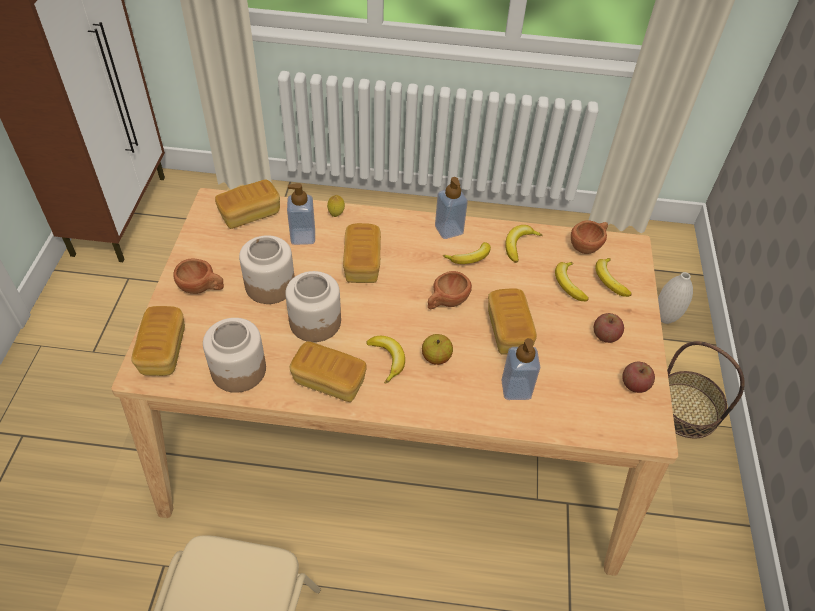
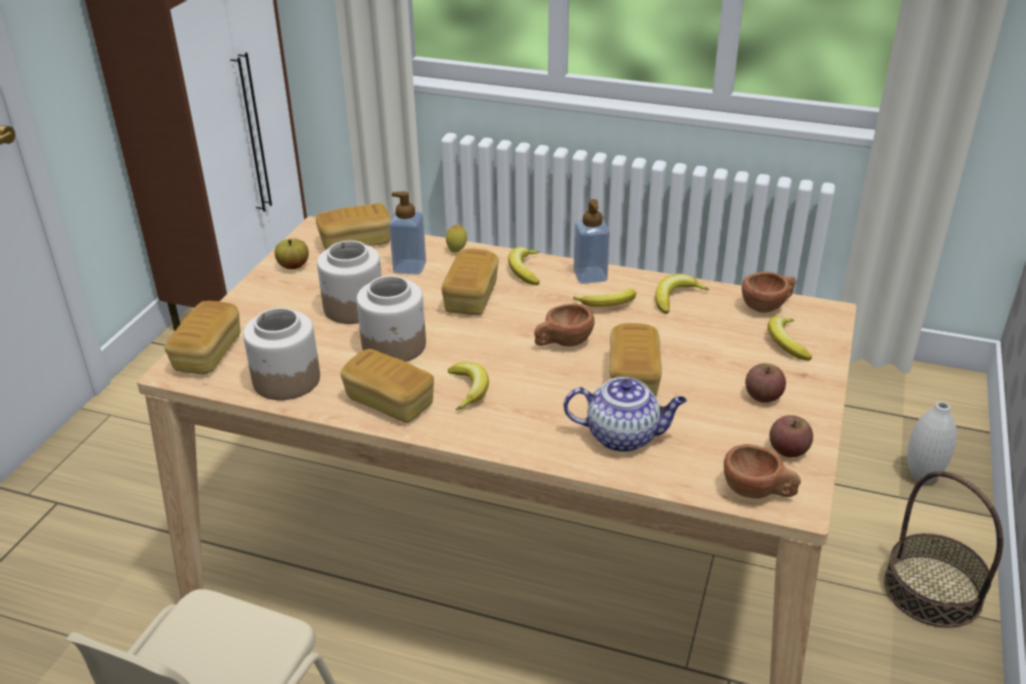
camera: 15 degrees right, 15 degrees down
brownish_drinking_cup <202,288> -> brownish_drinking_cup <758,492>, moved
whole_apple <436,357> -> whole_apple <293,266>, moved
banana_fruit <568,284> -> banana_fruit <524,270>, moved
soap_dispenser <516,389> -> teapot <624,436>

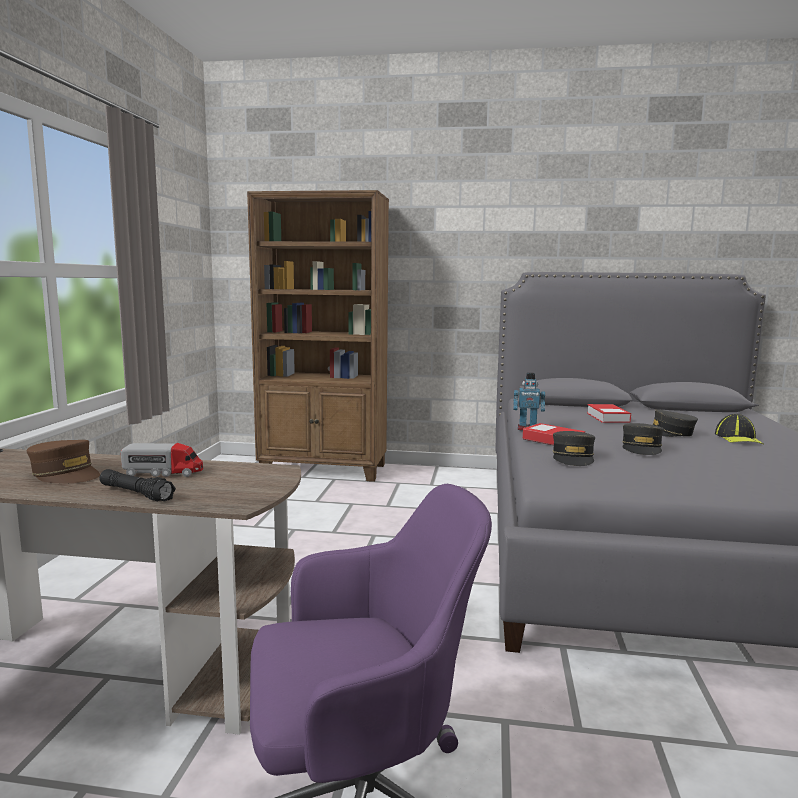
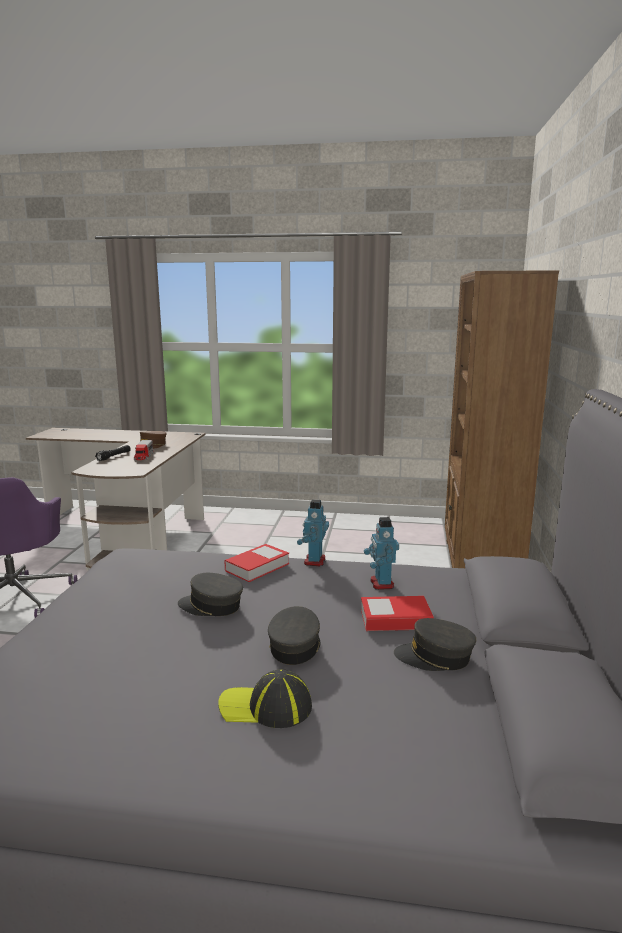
camera: 90 degrees right, 5 degrees up
none -> robot_figure <381,584>
gray_cap <573,458> -> gray_cap <435,657>, moved

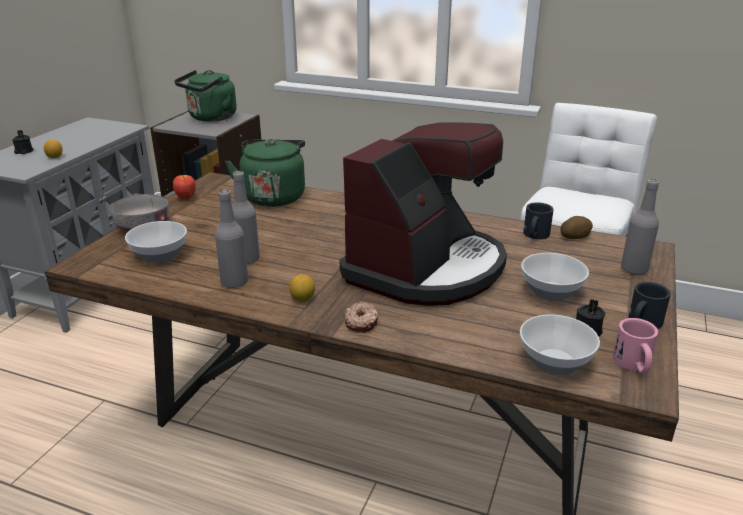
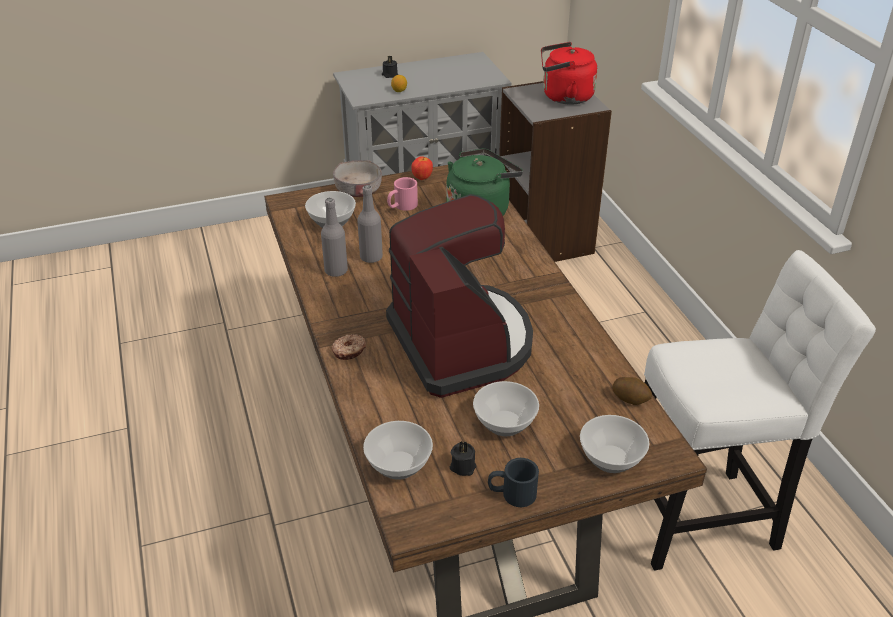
camera: 50 degrees right, 10 degrees up
whole_lemon <302,299> -> none
black-coloured_mug <535,236> -> none
pink_mug <634,365> -> pink_mug <402,206>, moved
gray_beverage_bottle <634,269> -> bowl <610,458>
green_tea_kettle <210,118> -> red-coloured_tea_kettle <564,97>
coffee_brewer <426,268> -> coffee_brewer <461,343>, 105 degrees counterclockwise

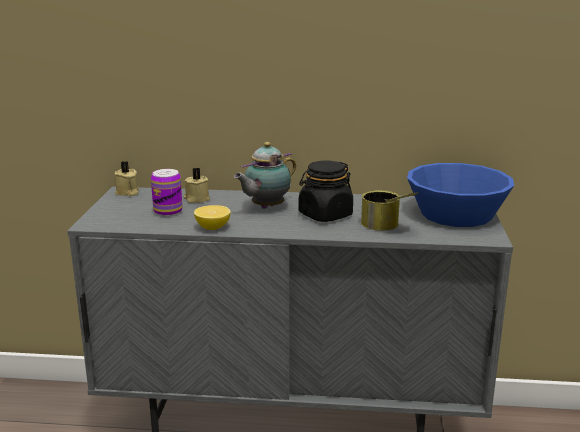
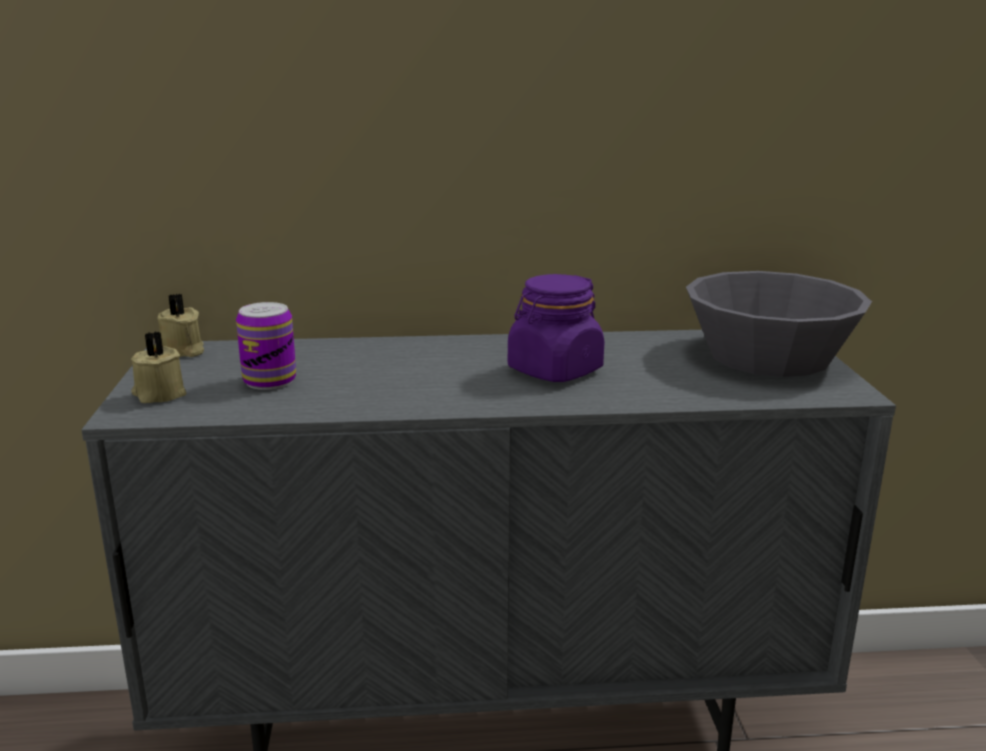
camera: 10 degrees left, 0 degrees up
whole_lemon <213,227> -> none
teapot <265,207> -> none
can <387,227> -> none
beige-coloured_candle <196,199> -> beige-coloured_candle <159,394>, moved
black-coloured_storage_jar <325,215> -> purple_storage_jar <554,370>
bluish_bowl <457,214> -> gray_bowl <770,355>

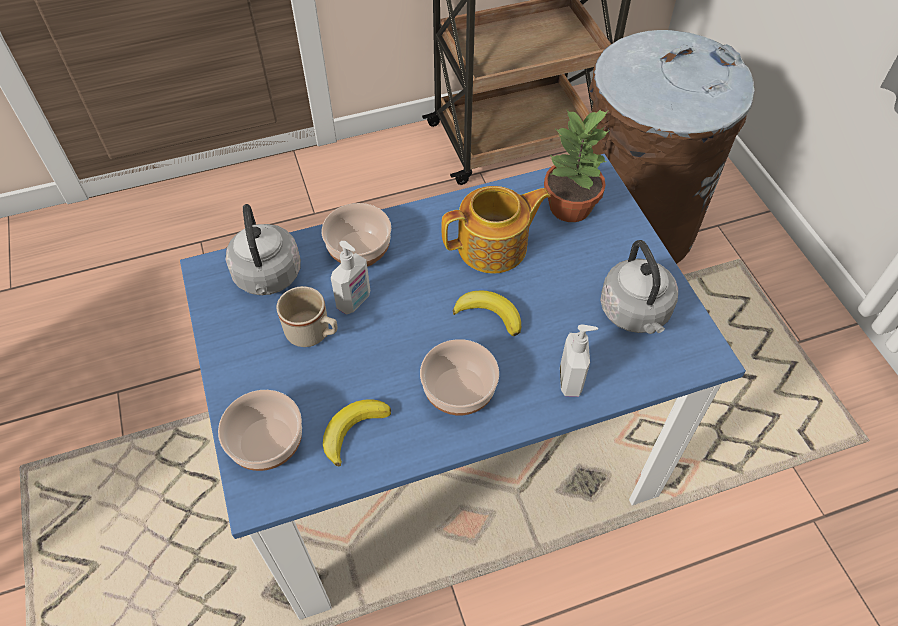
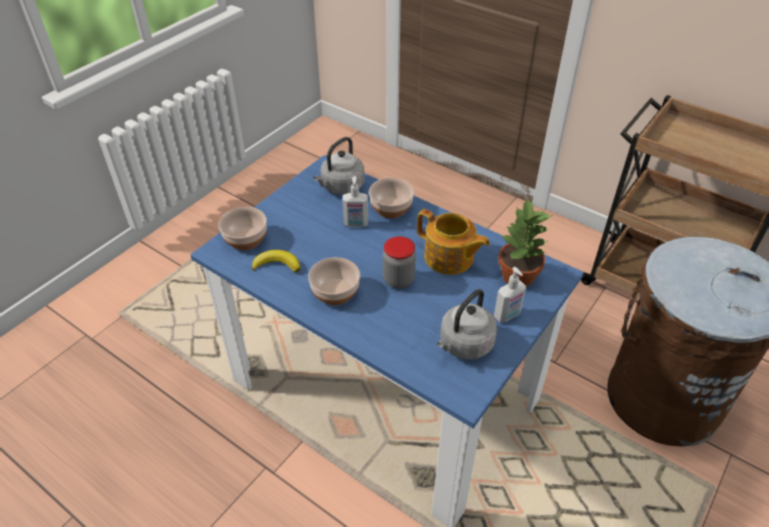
camera: 55 degrees right, 10 degrees down
beige-coloured_mug <313,334> -> none
soap_dispenser <571,380> -> soap_dispenser <507,315>, moved
banana_fruit <489,314> -> storage_jar <398,279>

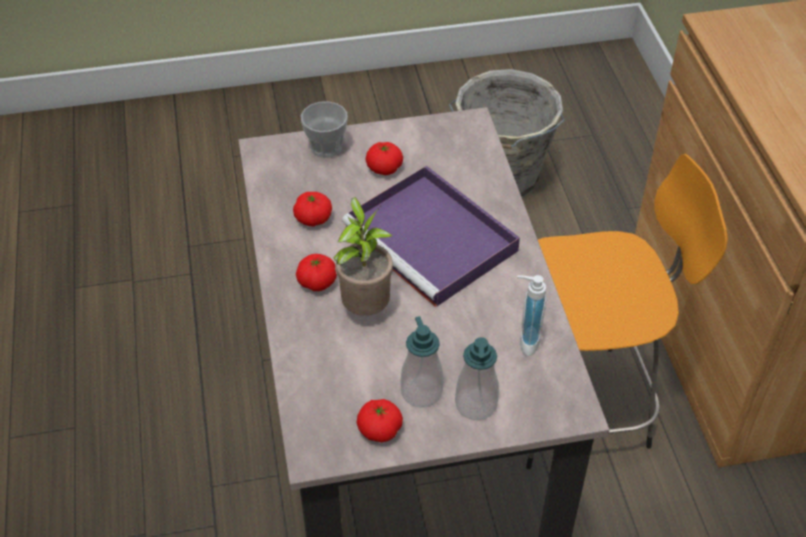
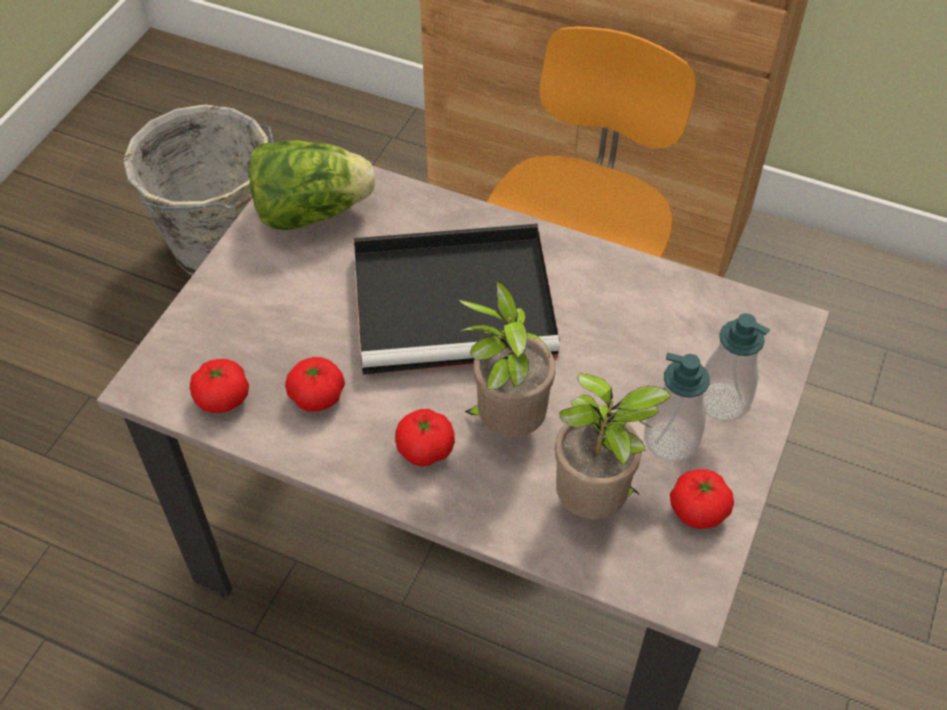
camera: 55 degrees left, 5 degrees up
drinking_cup <326,147> -> none
soap_dispenser <525,340> -> none
none -> lettuce_head <311,211>
none -> potted_plant <595,503>
fresh_tomato <384,168> -> fresh_tomato <223,398>, moved
purple_serving_tray <433,241> -> black-coloured_serving_tray <458,303>

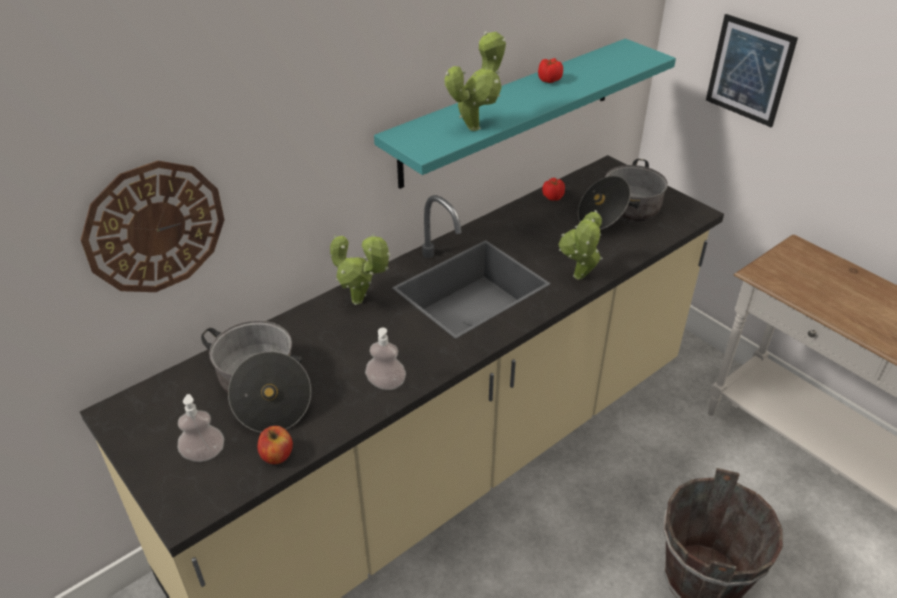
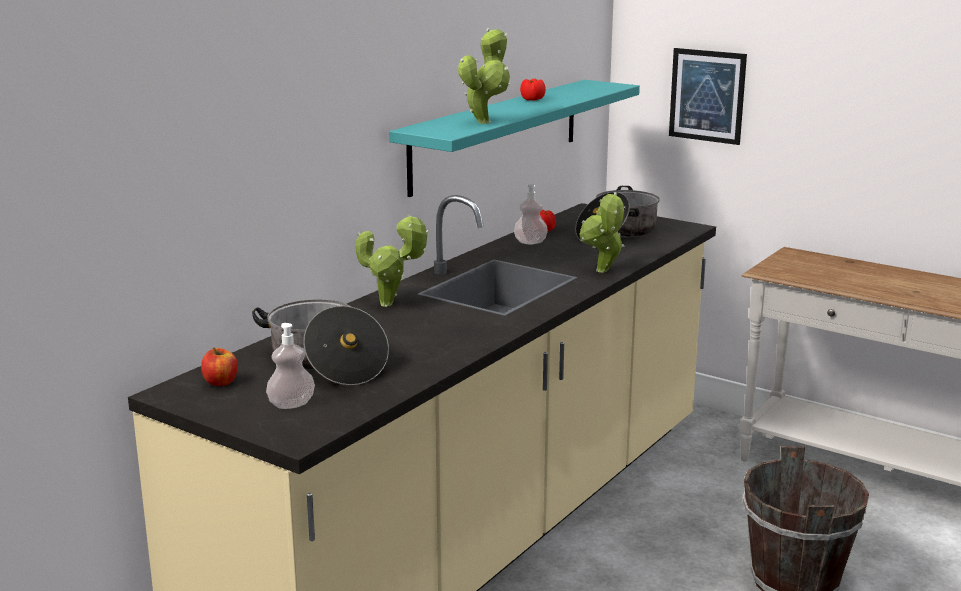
camera: 15 degrees left, 20 degrees down
hanging_clock <155,227> -> none
whole_apple <277,455> -> whole_apple <220,382>, moved
soap_dispenser <386,383> -> soap_dispenser <530,242>, moved

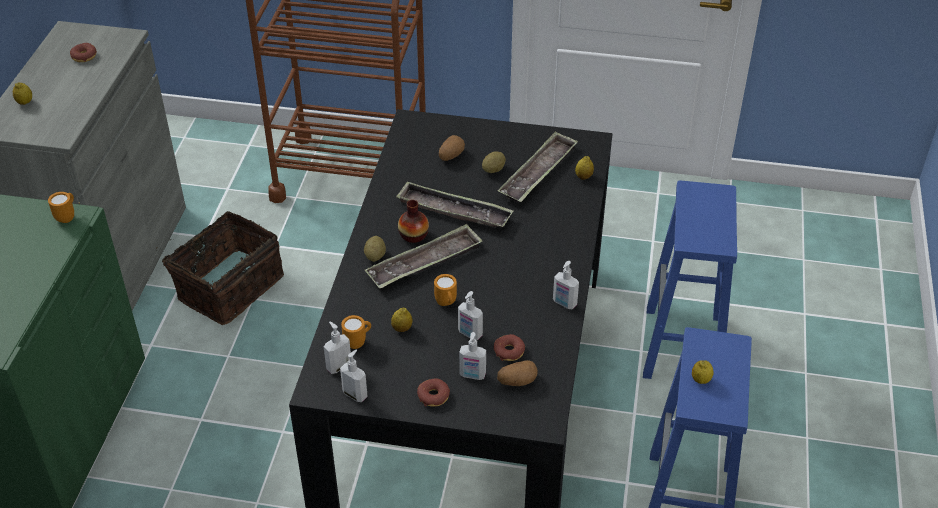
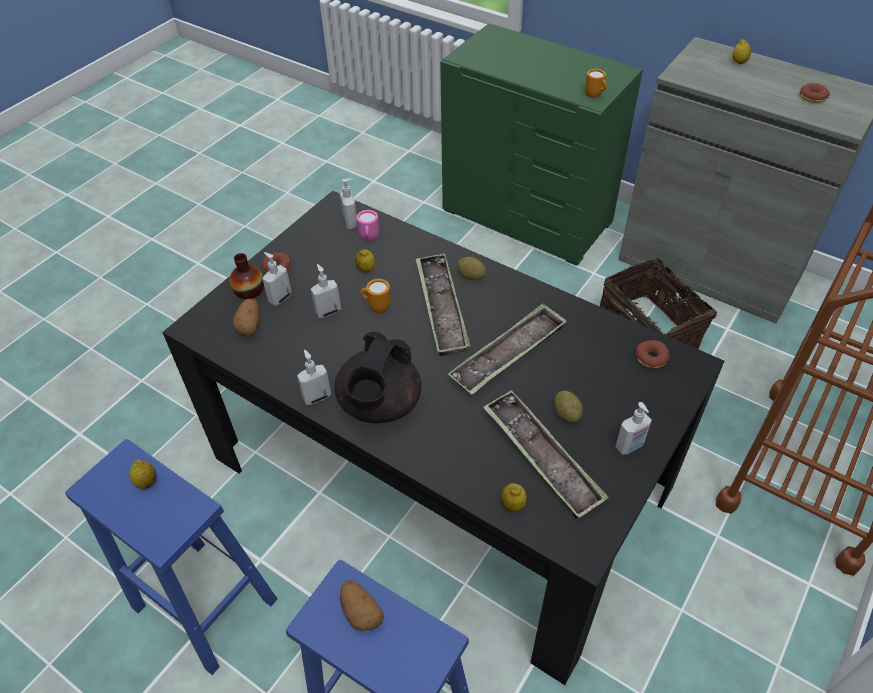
camera: 115 degrees right, 5 degrees up
none -> black-coloured_teapot <379,405>
soap_dispenser <355,394> -> soap_dispenser <630,446>, moved
decorative_vase <413,235> -> decorative_vase <249,291>, moved
potato <451,156> -> potato <360,611>, moved
doughnut <509,351> -> doughnut <651,358>, moved
orangey_mug <358,342> -> pink_mug <369,239>

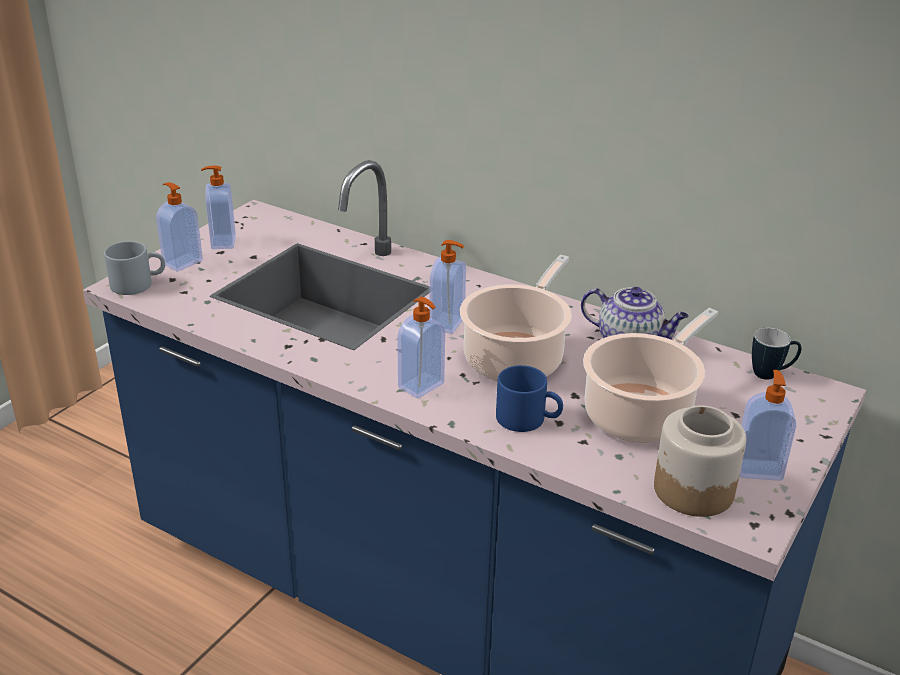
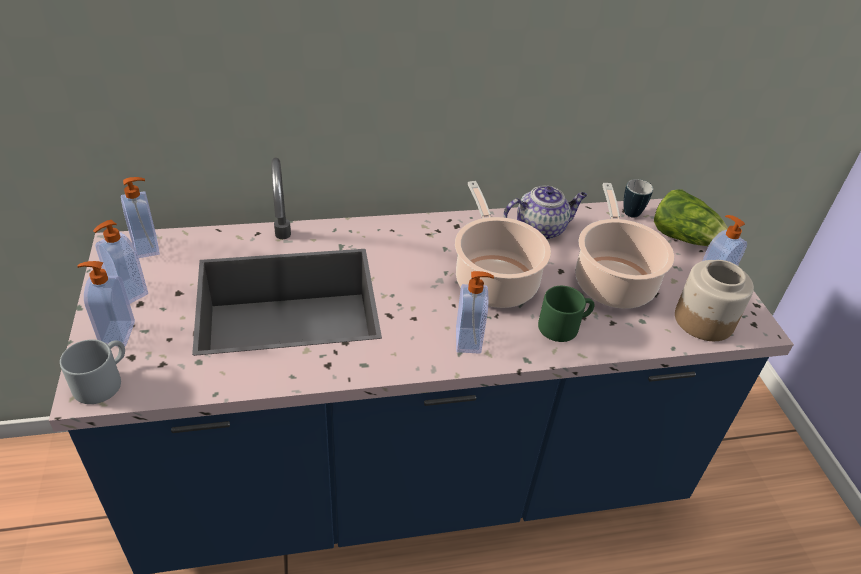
camera: 45 degrees left, 10 degrees up
none -> lettuce_head <685,238>
soap_dispenser <448,324> -> soap_dispenser <148,247>, moved
bluish_mug <528,419> -> green_mug <564,325>

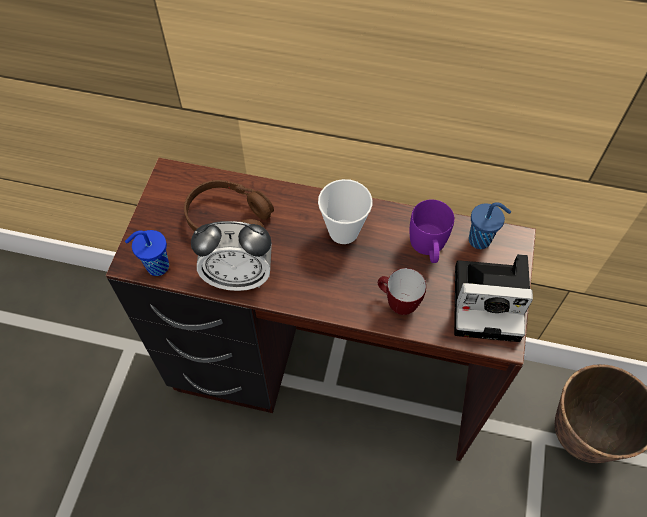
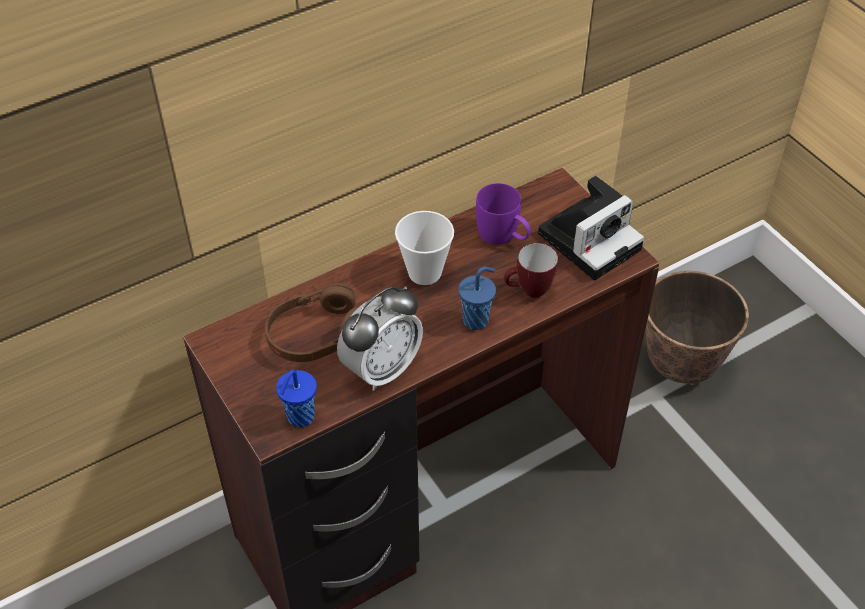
camera: 45 degrees left, 10 degrees down
bluish_drinking_cup <481,240> -> bluish_drinking_cup <477,320>, moved

